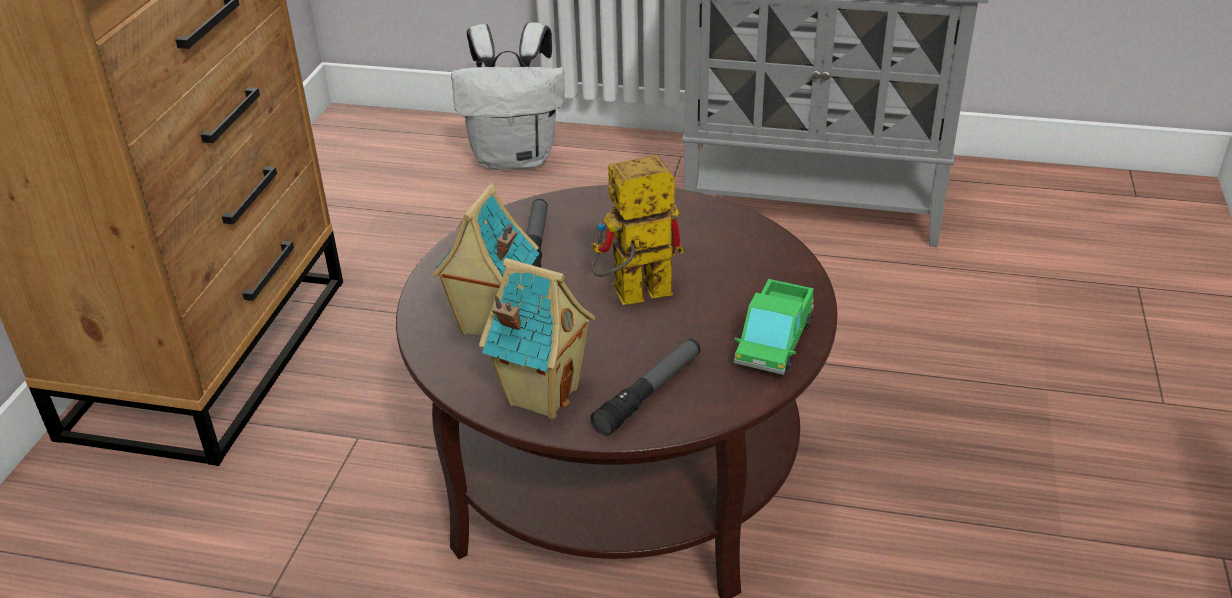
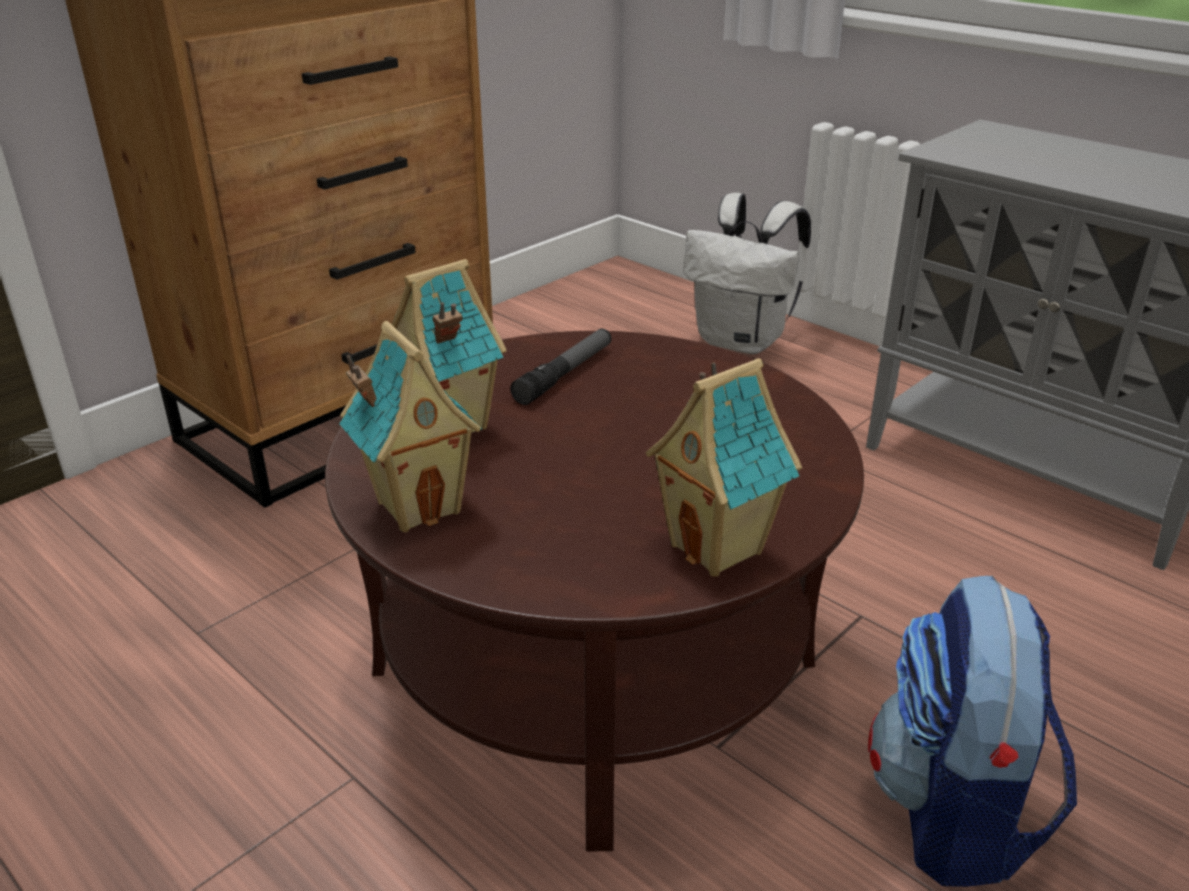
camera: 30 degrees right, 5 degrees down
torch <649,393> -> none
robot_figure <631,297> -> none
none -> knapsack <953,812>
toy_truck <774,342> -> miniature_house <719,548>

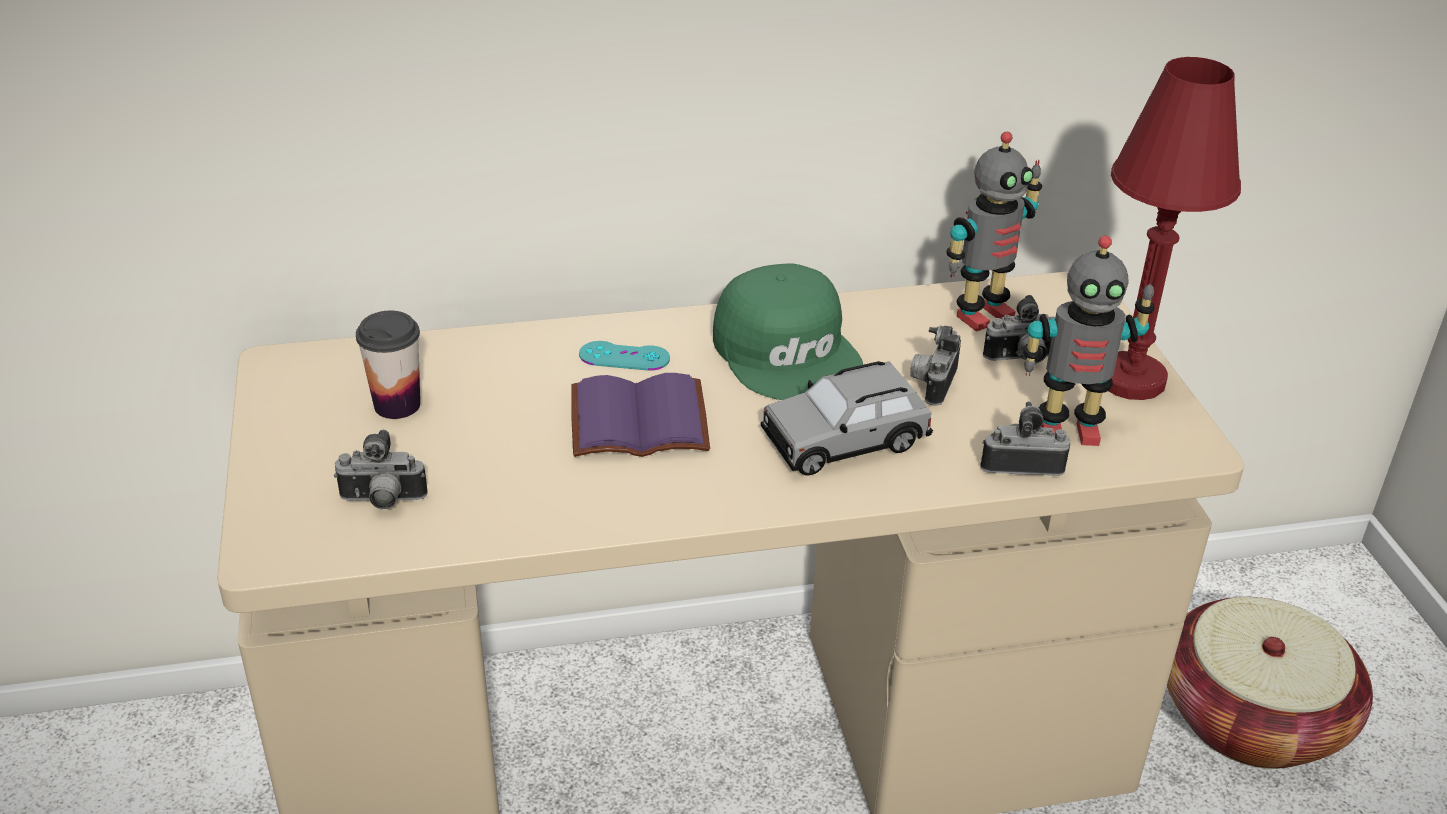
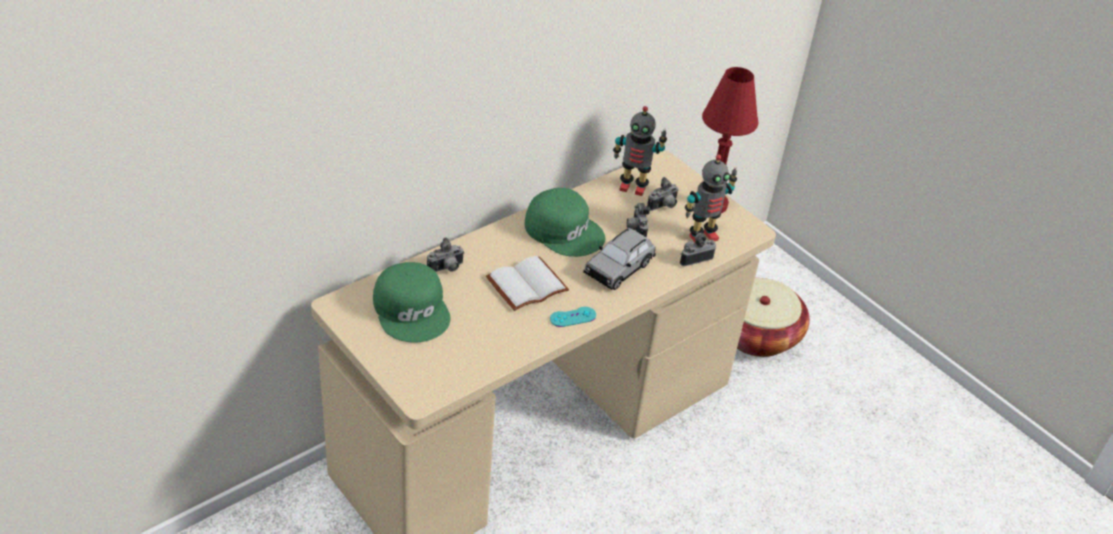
camera: 30 degrees left, 5 degrees up
still_camera <382,502> -> still_camera <446,269>, moved
turquoise-coloured_gamepad <624,356> -> turquoise-coloured_gamepad <573,317>, moved
drinking_cup <397,405> -> green_cap <412,309>
purple_book <641,419> -> whitish_book <527,283>
robot_figure <982,314> -> robot_figure <633,187>, 75 degrees clockwise

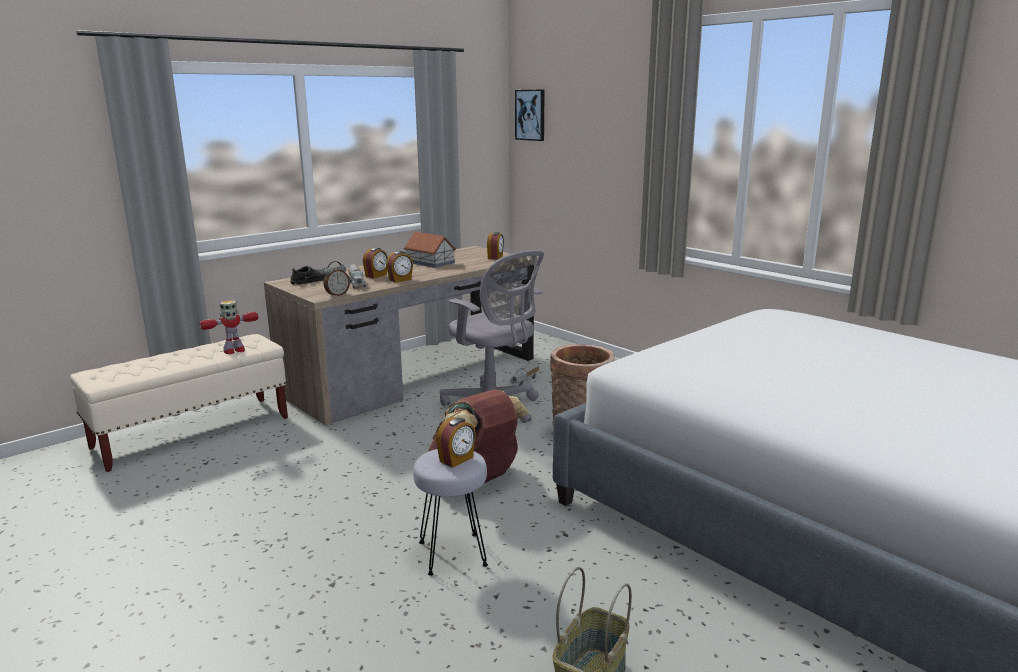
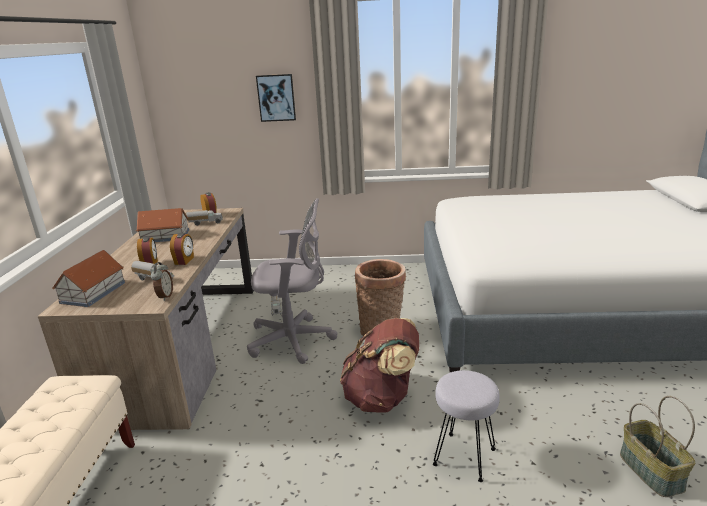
camera: 45 degrees left, 5 degrees up
robot_figure <233,351> -> none
table_clock <457,460> -> none
none -> toy_truck <205,223>
picture <530,115> -> picture <276,98>, moved
black-coloured_shoe <311,280> -> miniature_house <92,293>

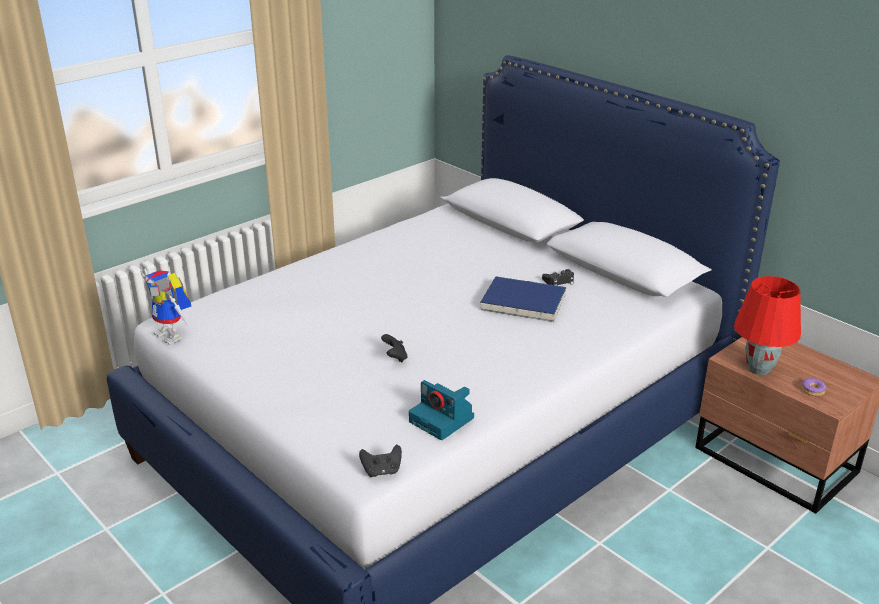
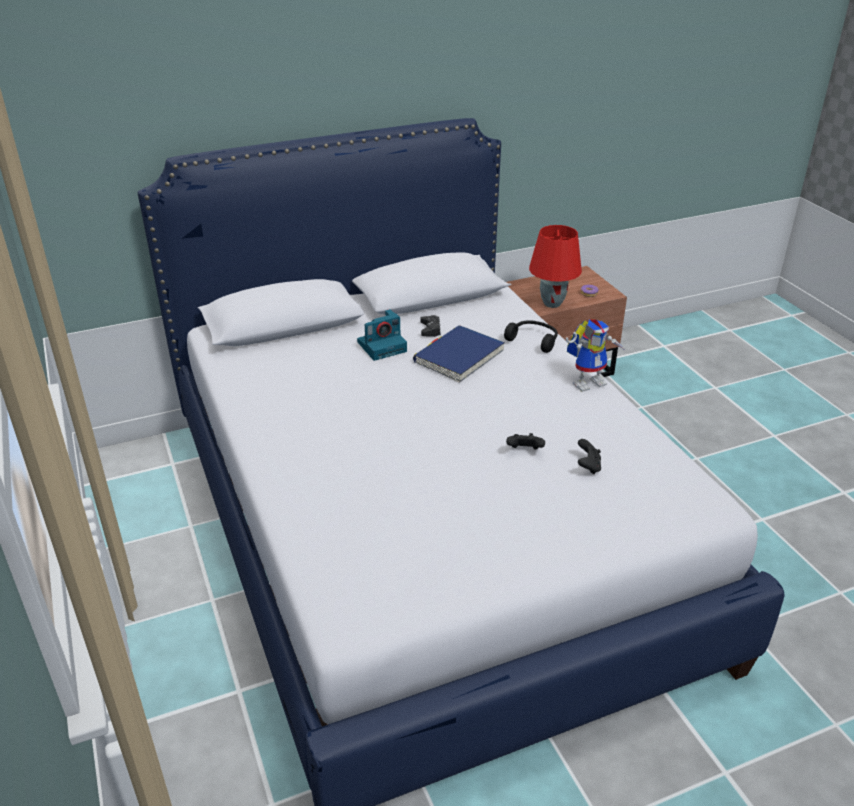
camera: 70 degrees left, 5 degrees up
none -> black-coloured_pair_of_headphones <533,340>
robot_figure <174,335> -> robot_figure <589,381>, moved
black-coloured_gamepad <381,471> -> black-coloured_gamepad <588,466>, moved
still_camera <443,420> -> still_camera <382,346>, moved

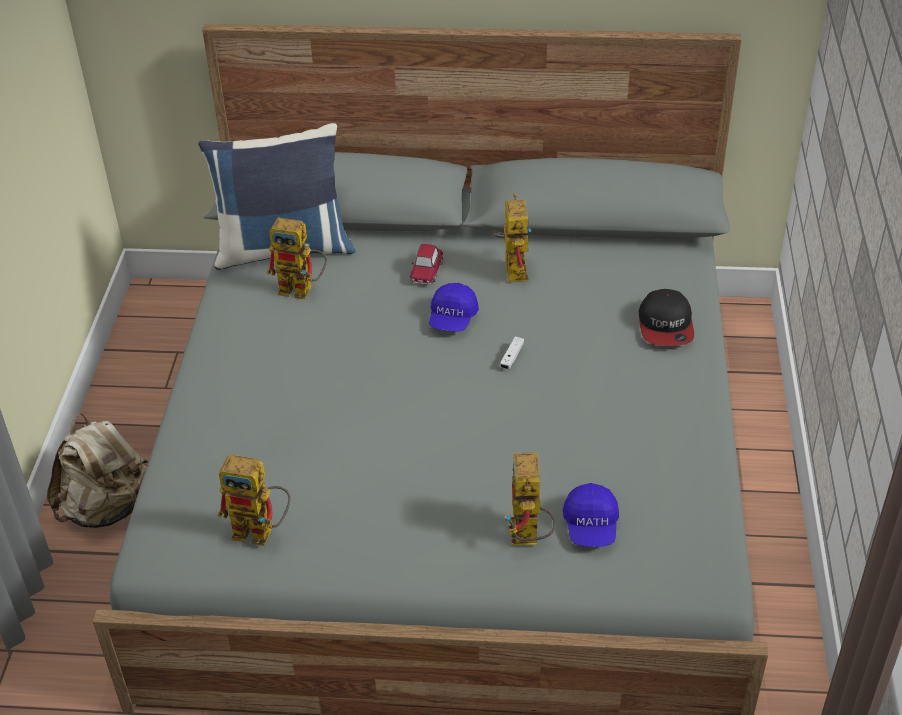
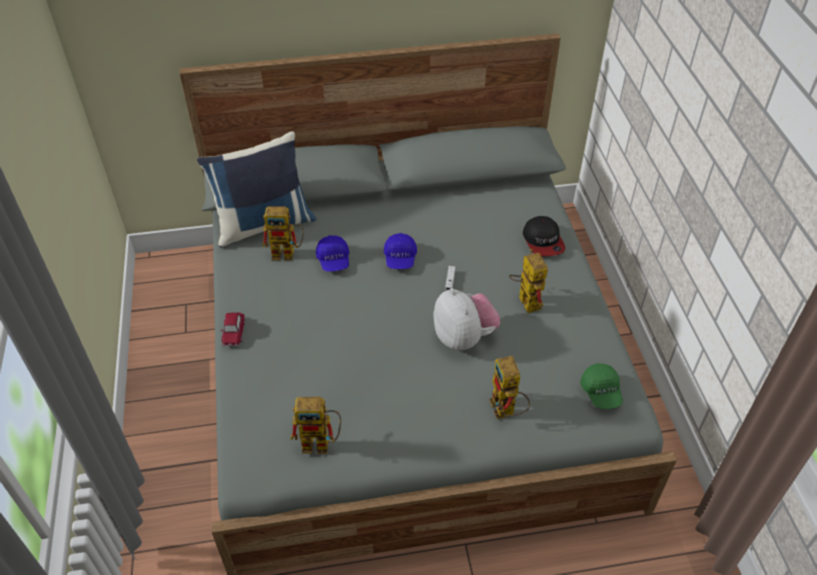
camera: 15 degrees left, 5 degrees up
beige-coloured_knapsack <109,508> -> none
none -> plush_toy <464,337>
none -> green_cap <601,392>
toy_car <426,271> -> toy_car <233,332>, moved
robot_figure <512,268> -> robot_figure <525,300>, moved
bluish_cap <591,526> -> bluish_cap <334,261>, moved

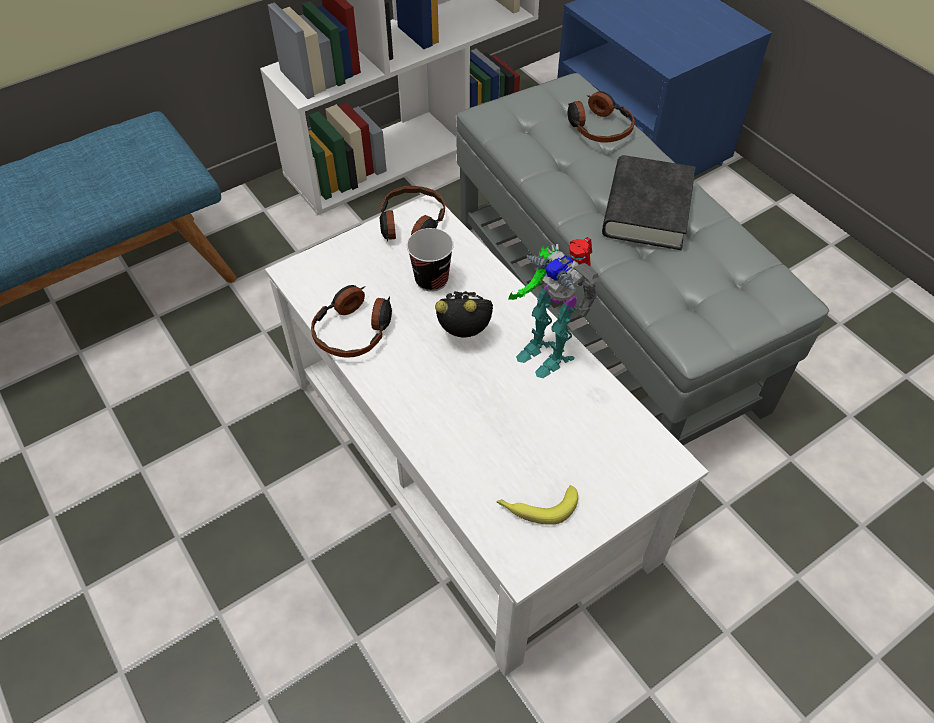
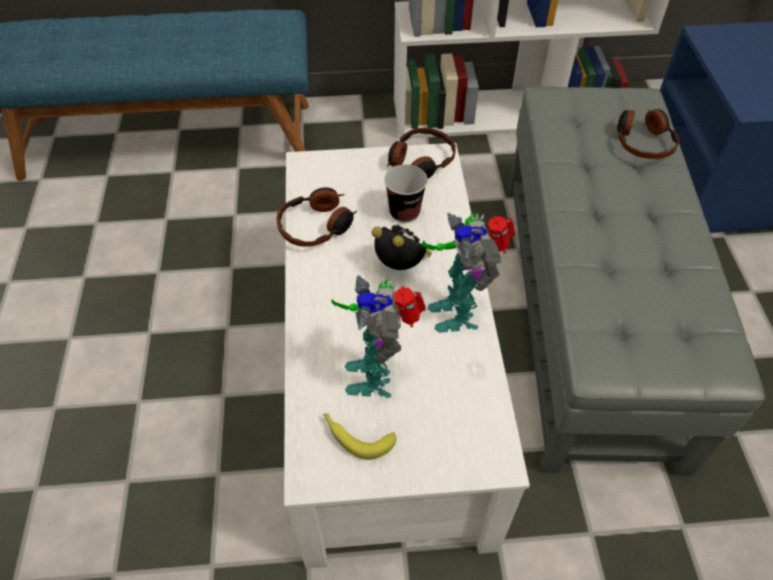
camera: 30 degrees right, 0 degrees up
black-coloured_book <647,210> -> none
none -> robot_figure <375,374>

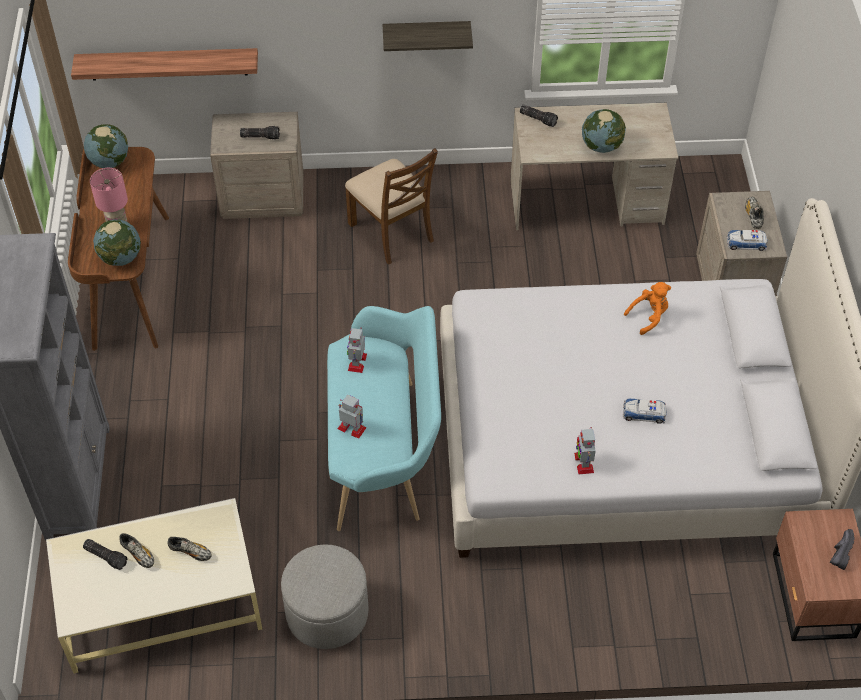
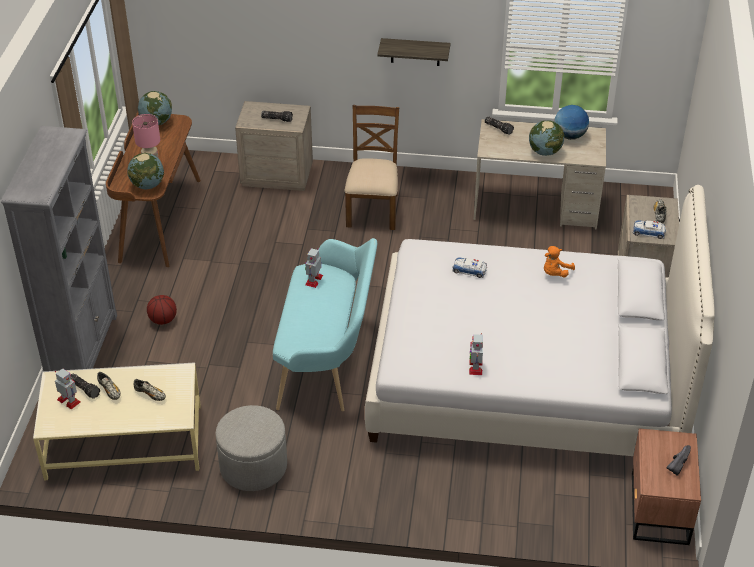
camera: 10 degrees right, 10 degrees down
wall_shelf <168,64> -> none
none -> ball_for_basketball <162,320>
none -> desk_globe <569,136>
robot_figure <352,428> -> robot_figure <69,401>, moved
toy_car <644,413> -> toy_car <469,270>, moved
brownish_upright_chair <392,232> -> brownish_upright_chair <373,210>, 150 degrees counterclockwise
orangey_plush_toy <649,316> -> orangey_plush_toy <555,273>, 150 degrees clockwise

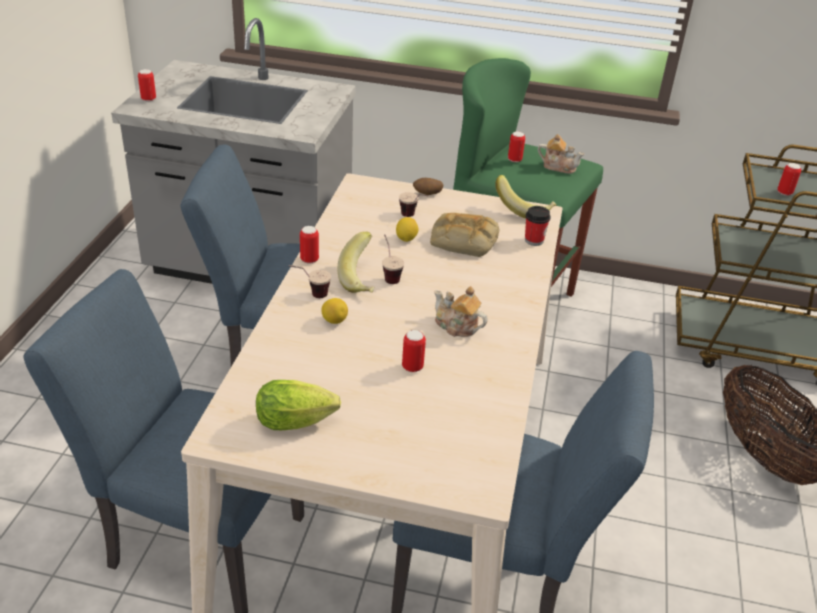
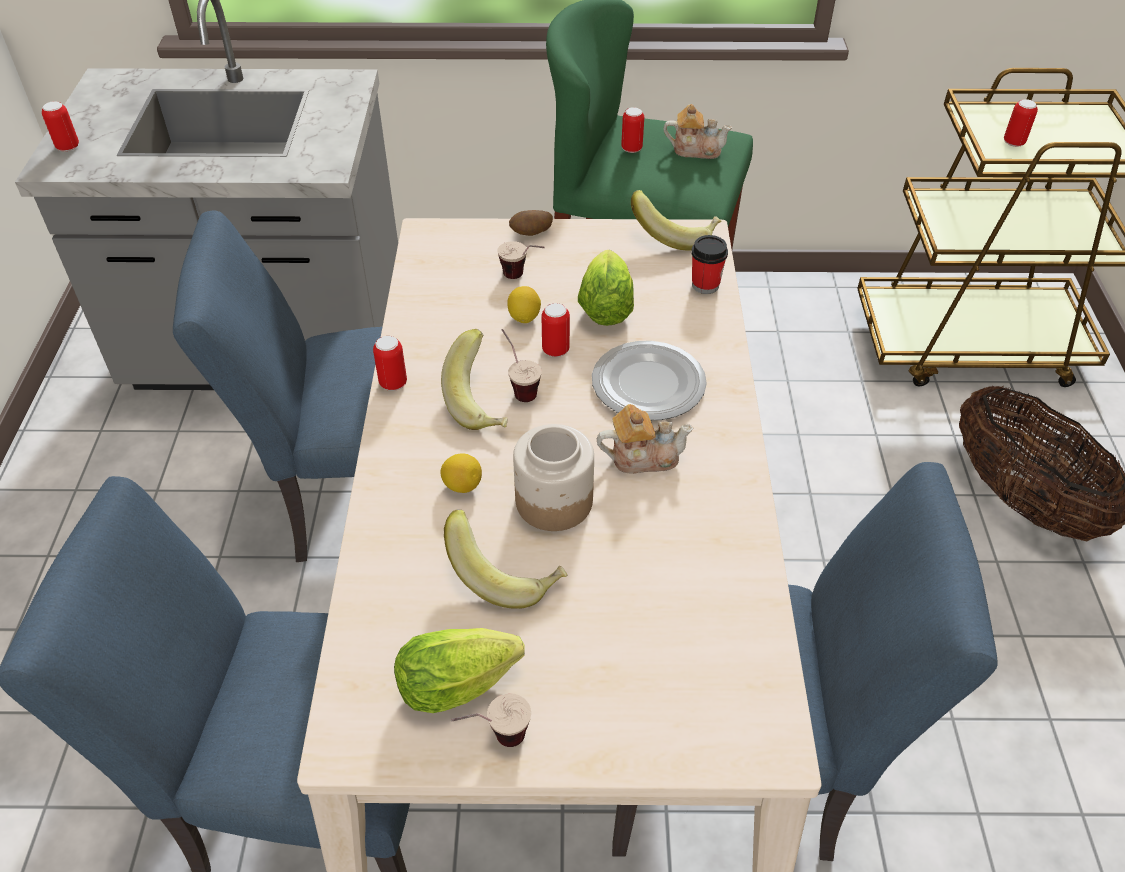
camera: 10 degrees left, 10 degrees up
none -> banana_fruit <506,574>
none -> storage_jar <553,501>
none -> plate <649,383>
drinking_cup <310,295> -> drinking_cup <494,740>, moved
can <412,367> -> can <555,350>, moved
bread <462,240> -> lettuce_head <605,305>
teapot <456,326> -> teapot <642,457>, 150 degrees clockwise

